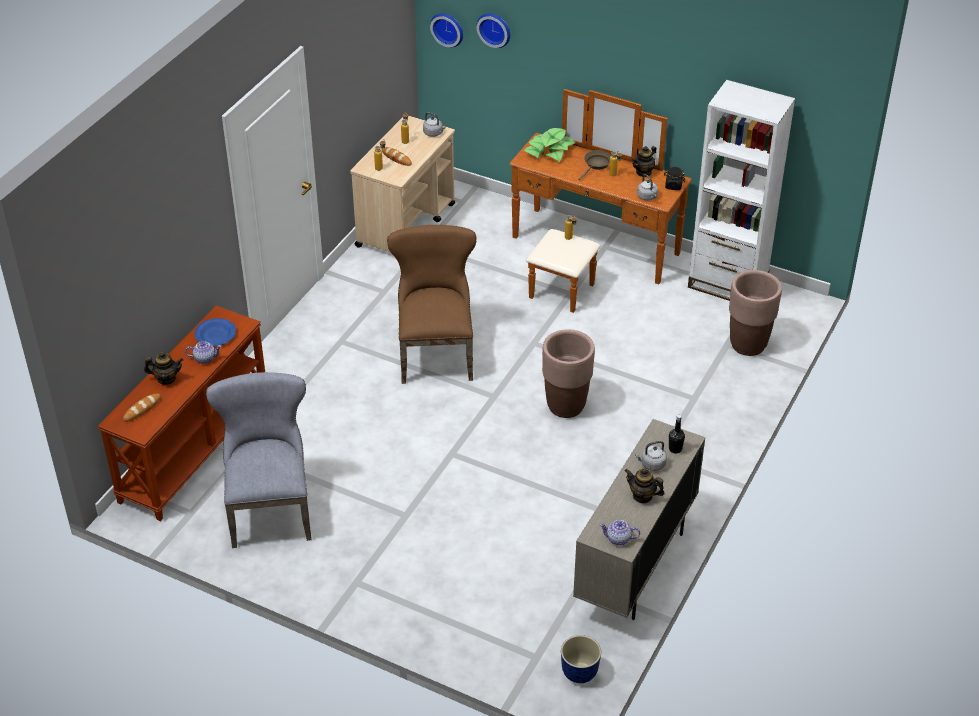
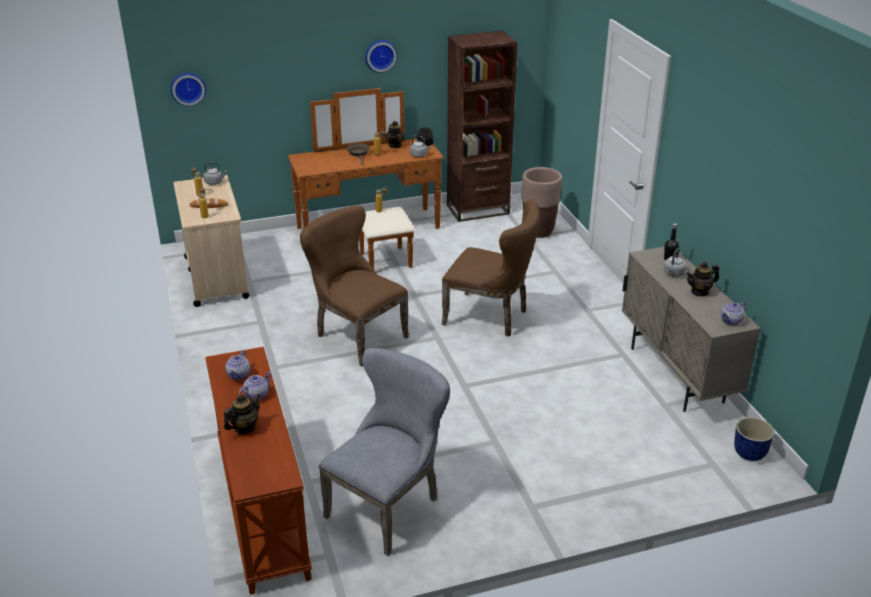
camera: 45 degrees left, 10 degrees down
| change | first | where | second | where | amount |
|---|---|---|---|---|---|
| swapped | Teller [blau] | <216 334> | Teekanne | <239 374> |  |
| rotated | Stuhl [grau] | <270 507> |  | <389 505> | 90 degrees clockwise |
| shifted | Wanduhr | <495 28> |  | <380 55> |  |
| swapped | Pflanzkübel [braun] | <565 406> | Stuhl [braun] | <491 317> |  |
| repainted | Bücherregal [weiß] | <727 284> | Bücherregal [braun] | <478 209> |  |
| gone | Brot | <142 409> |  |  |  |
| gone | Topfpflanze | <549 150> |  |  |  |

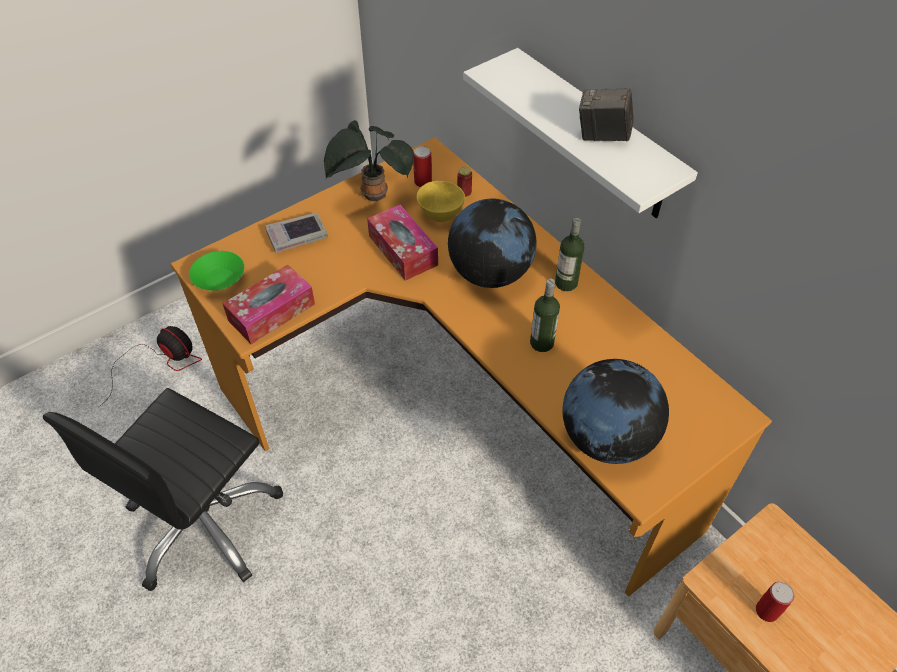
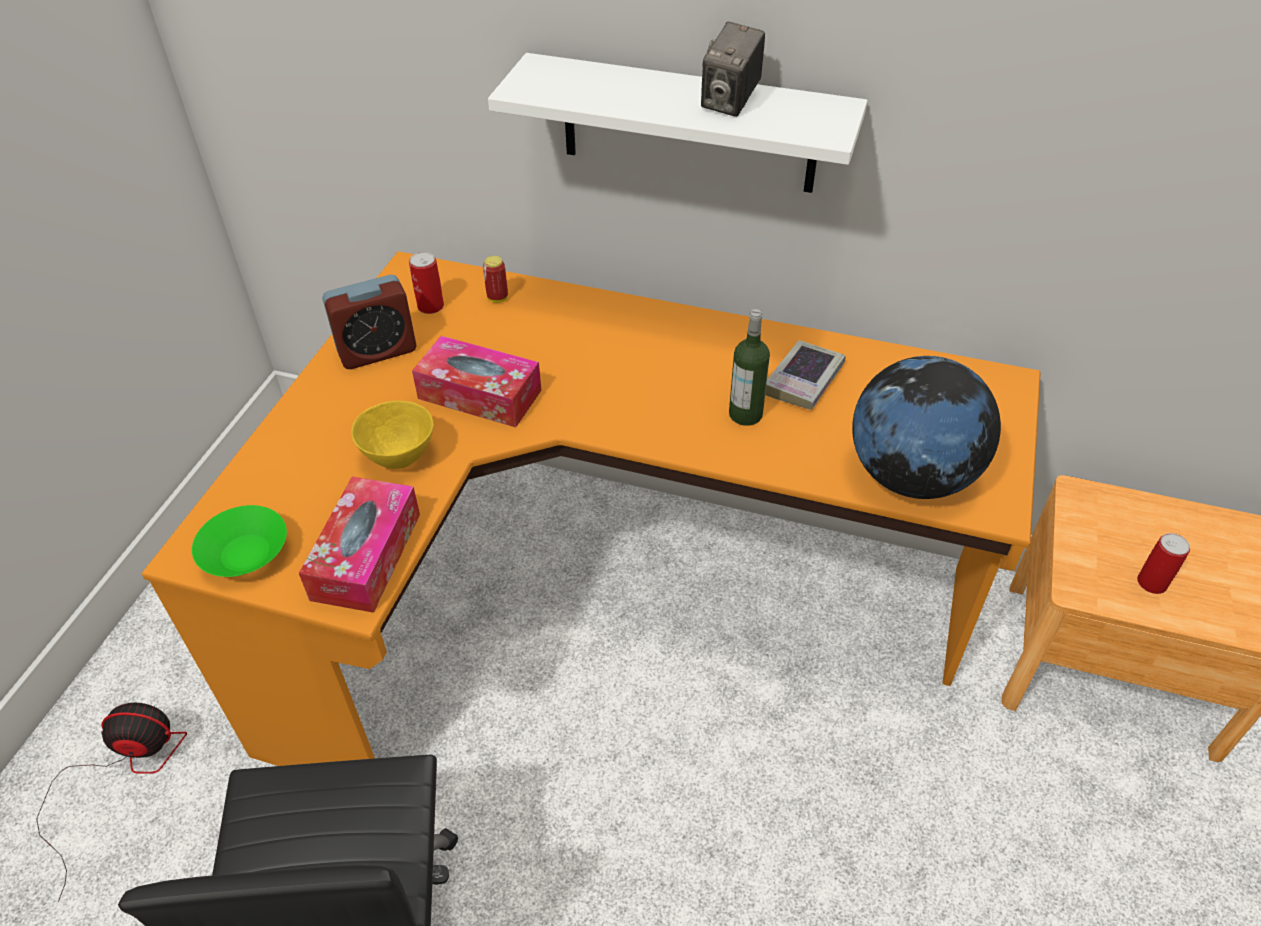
camera: 35 degrees left, 5 degrees down
| change | first | where | second | where | amount |
|---|---|---|---|---|---|
| swapped | Topfpflanze | <372 196> | Wecker | <377 351> |  |
| shifted | Schüssel [gelb] | <440 216> |  | <399 458> |  |
| rotated | Kamera | <602 136> |  | <730 102> | 45 degrees counterclockwise |
| shifted | Buch | <297 236> |  | <804 380> |  |
| gone | Globus | <490 273> |  |  |  |
| gone | Flasche | <566 283> |  |  |  |

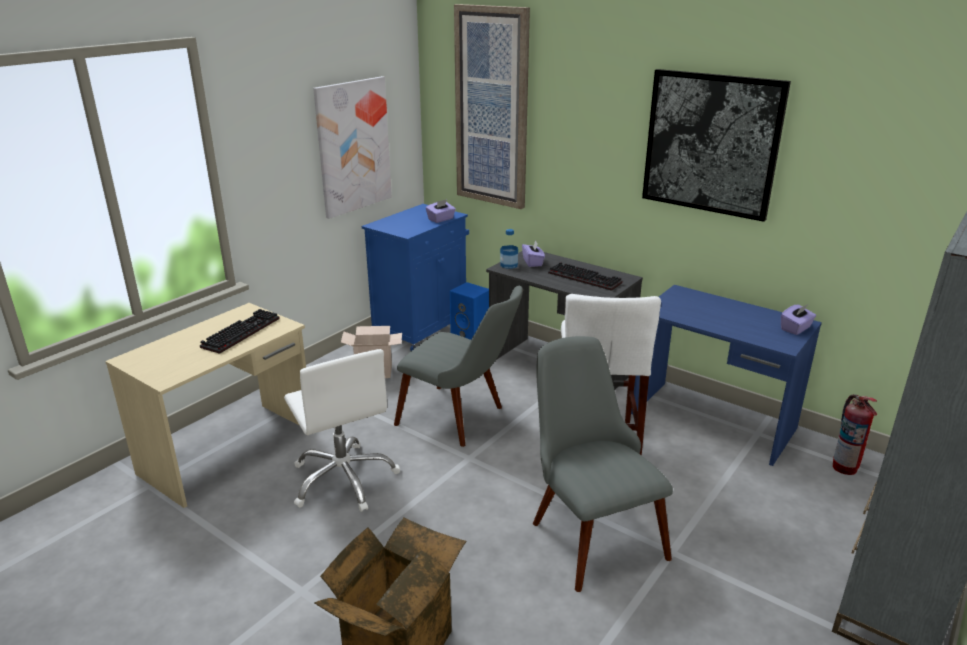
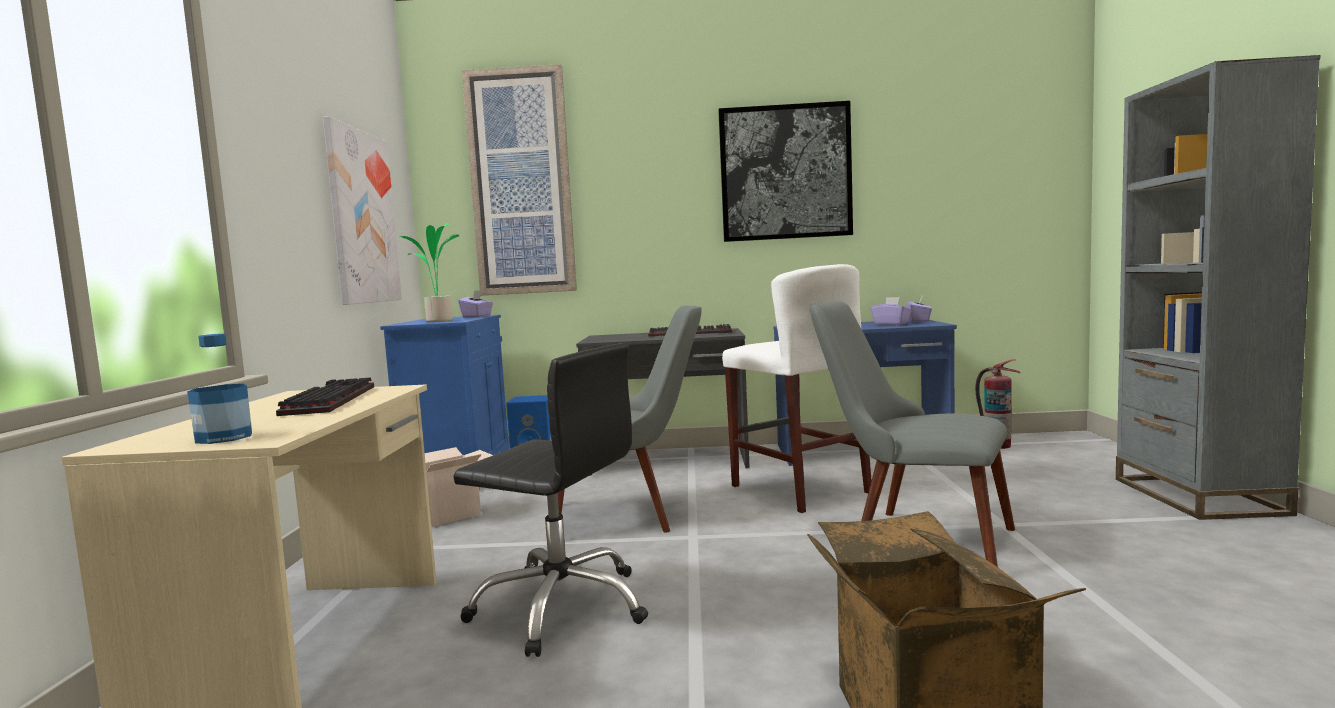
camera: 35 degrees left, 20 degrees down
| change | first | where | second | where | amount |
|---|---|---|---|---|---|
| shifted | Flasche | <509 265> |  | <224 437> |  |
| new |  |  | Topfpflanze | <438 321> |  |
| repainted | Bürostuhl [weiß] | <344 479> | Bürostuhl [schwarz] | <561 606> |  |
| shifted | Taschentuchbox [lila] | <533 262> |  | <891 324> |  |

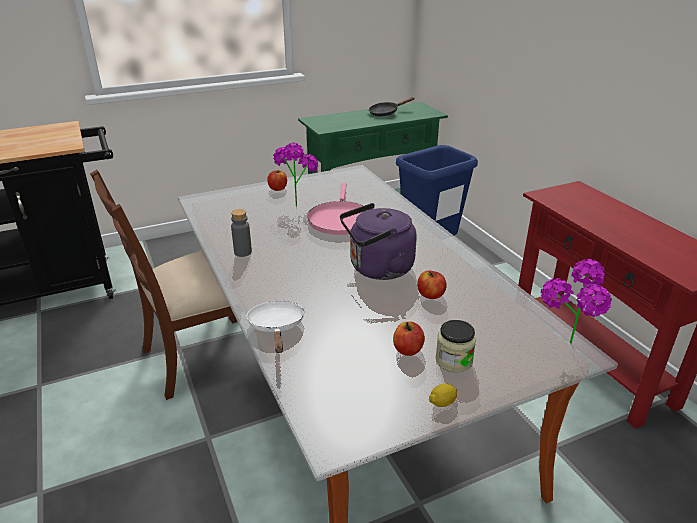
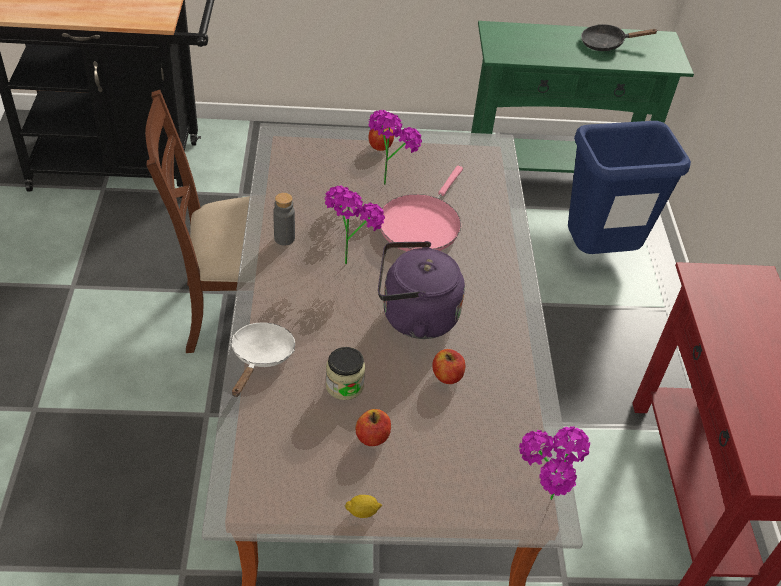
camera: 20 degrees right, 15 degrees up
| change | first | where | second | where | amount |
|---|---|---|---|---|---|
| new |  |  | Topfpflanze | <349 256> |  |
| shifted | Vorratsglas | <453 360> |  | <344 385> |  |

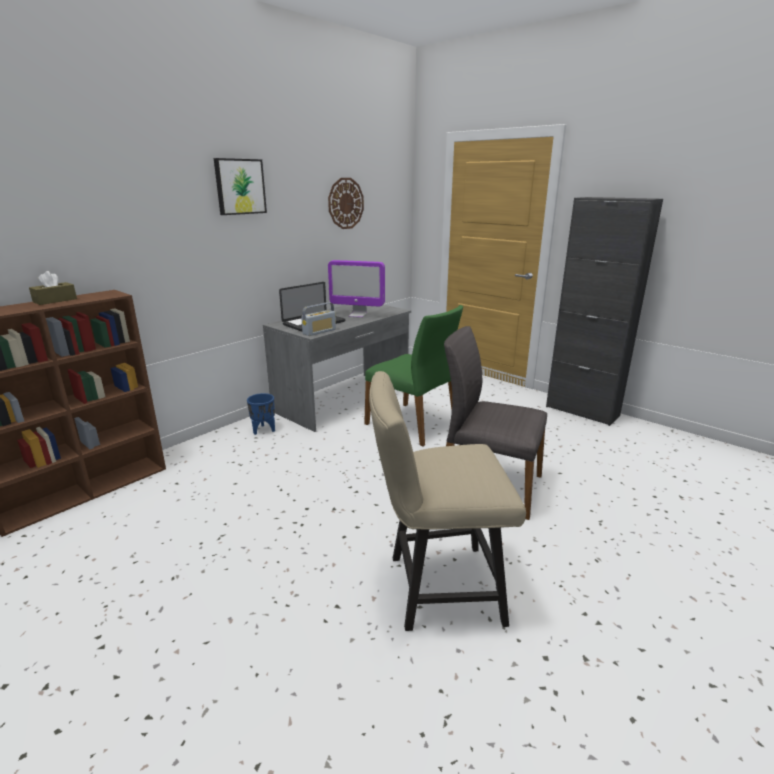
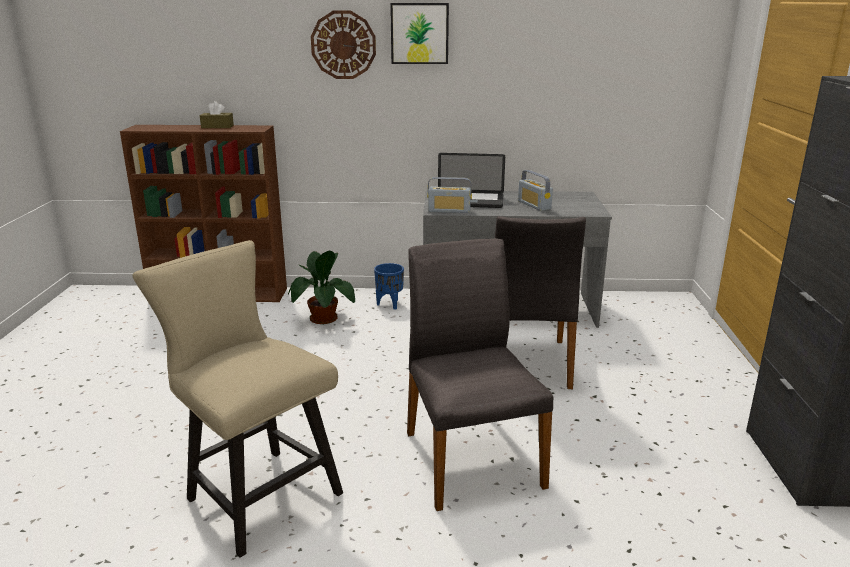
camera: 50 degrees right, 0 degrees up
| change | first | where | second | where | amount |
|---|---|---|---|---|---|
| new |  |  | Topfpflanze | <323 319> |  |
| shifted | Wanduhr | <345 203> |  | <343 45> |  |
| repainted | Stuhl [grün] | <413 424> | Stuhl [grau] | <525 363> |  |
| swapped | Monitor | <357 315> | Radio | <534 205> |  |

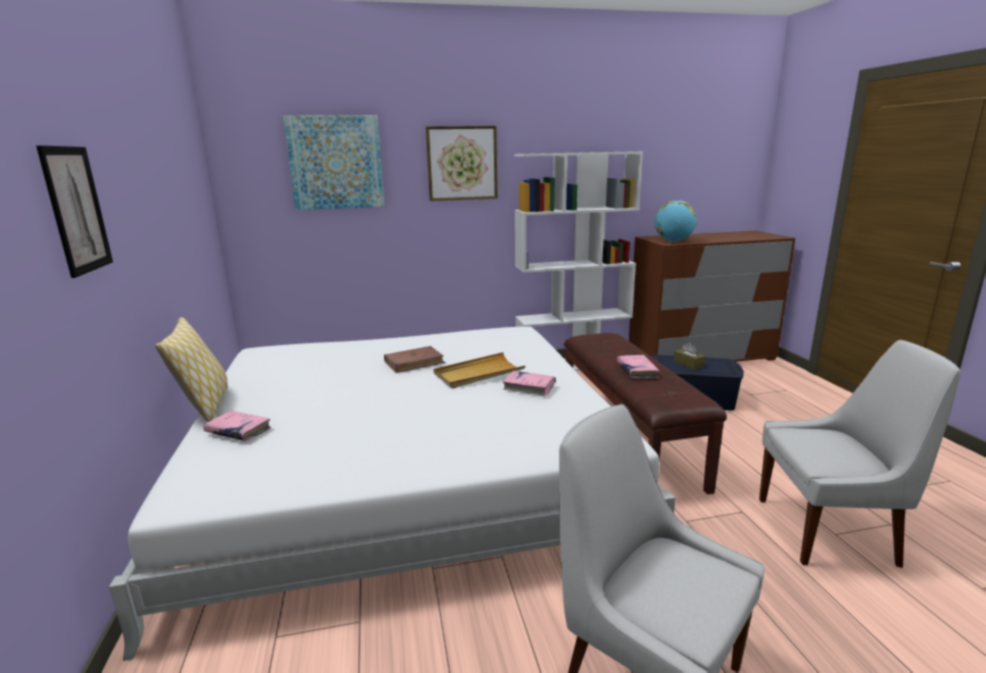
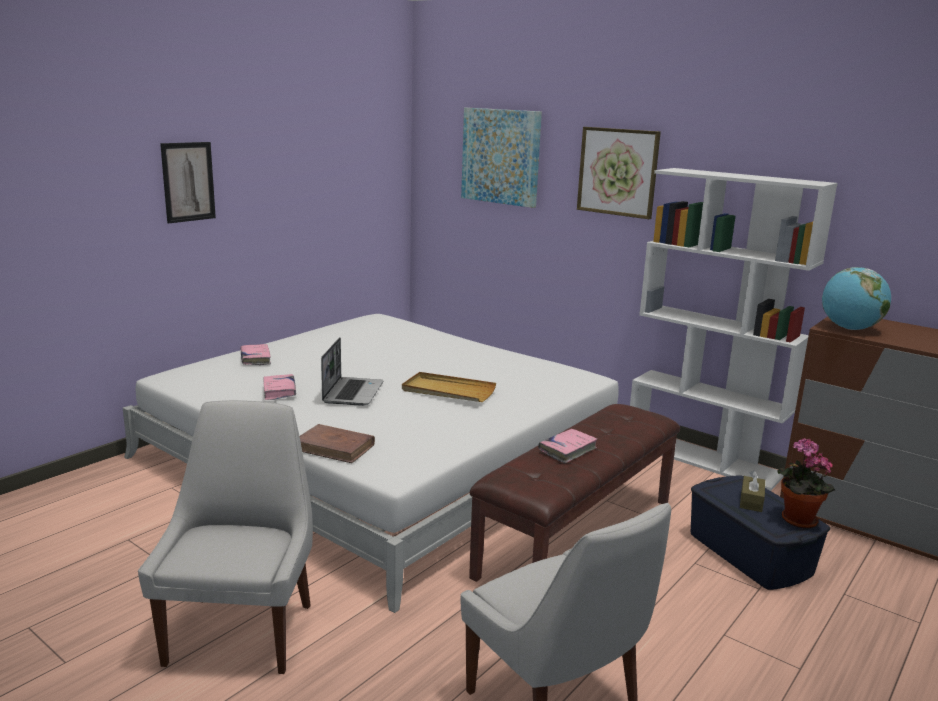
camera: 50 degrees right, 0 degrees up
| change | first | where | second | where | amount |
|---|---|---|---|---|---|
| shifted | Buch [rosa] | <529 387> |  | <279 391> |  |
| shifted | Buch [braun] | <414 362> |  | <335 447> |  |
| new |  |  | Laptop | <352 392> |  |
| new |  |  | Topfpflanze | <796 520> |  |
| gone | Kissen | <205 406> |  |  |  |

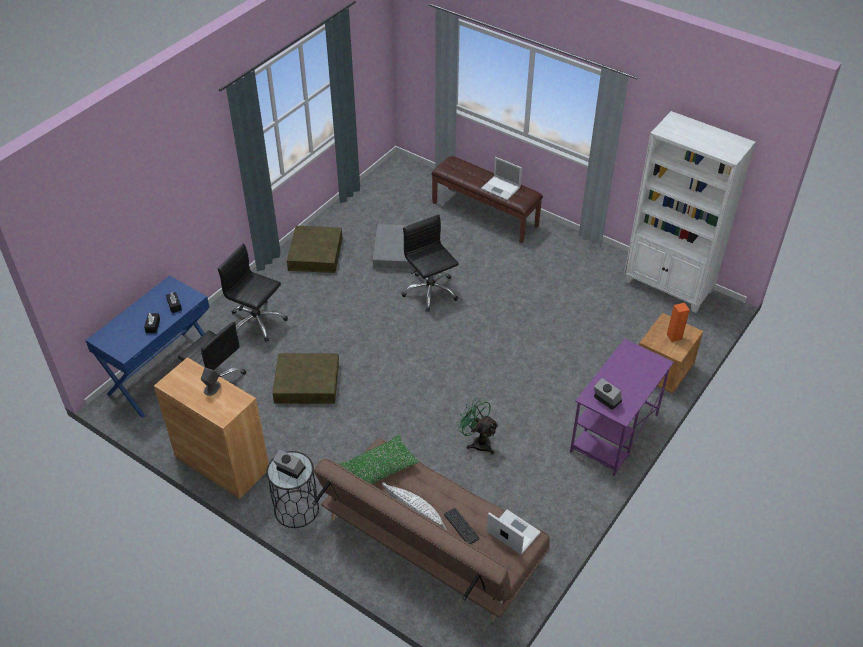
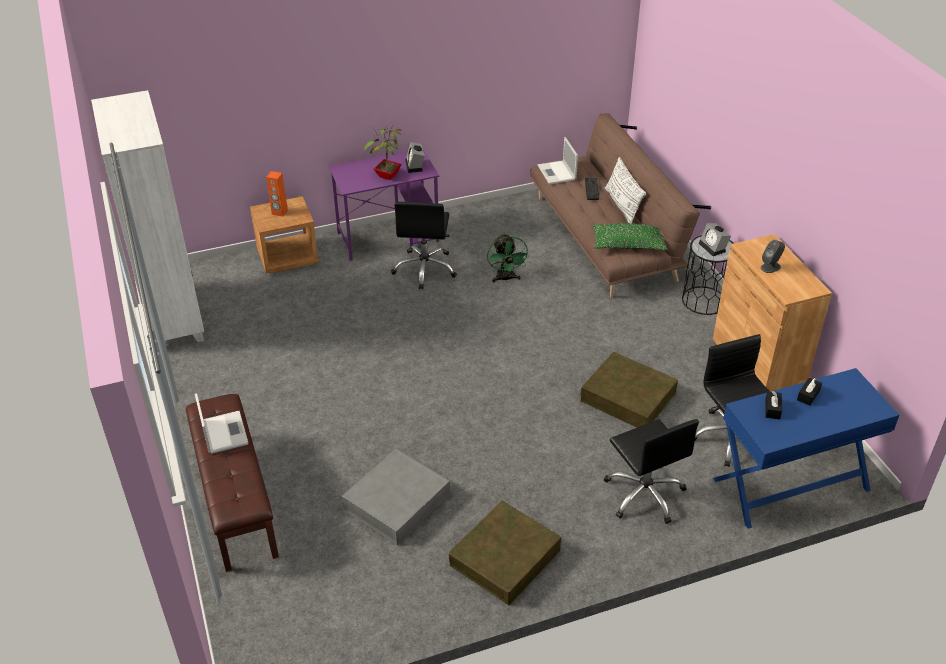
camera: 145 degrees left, 5 degrees down
| change | first | where | second | where | amount |
|---|---|---|---|---|---|
| new |  |  | Topfpflanze | <387 176> |  |
| shifted | Bürostuhl [schwarz] | <430 291> |  | <425 269> |  |

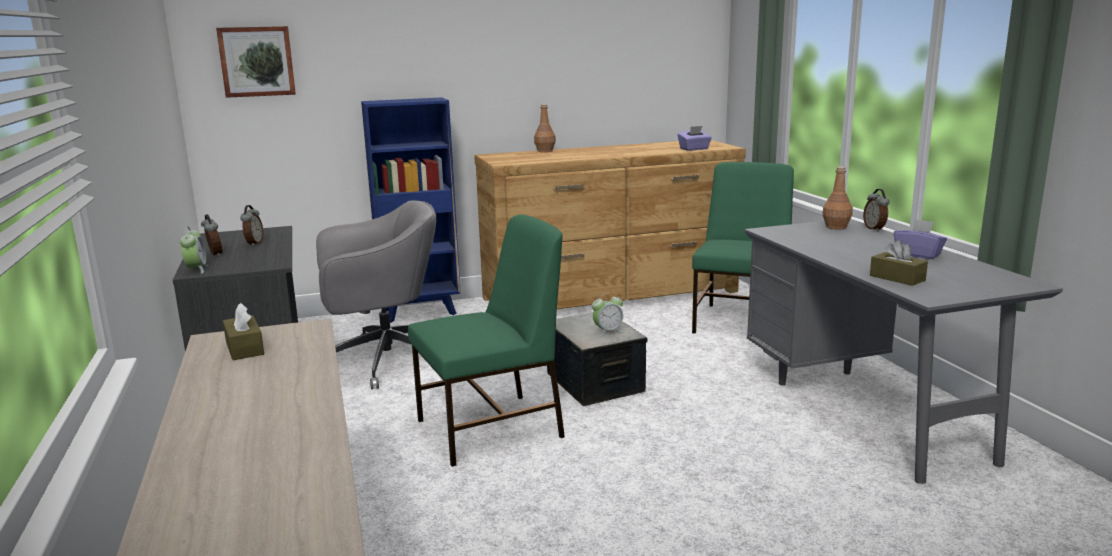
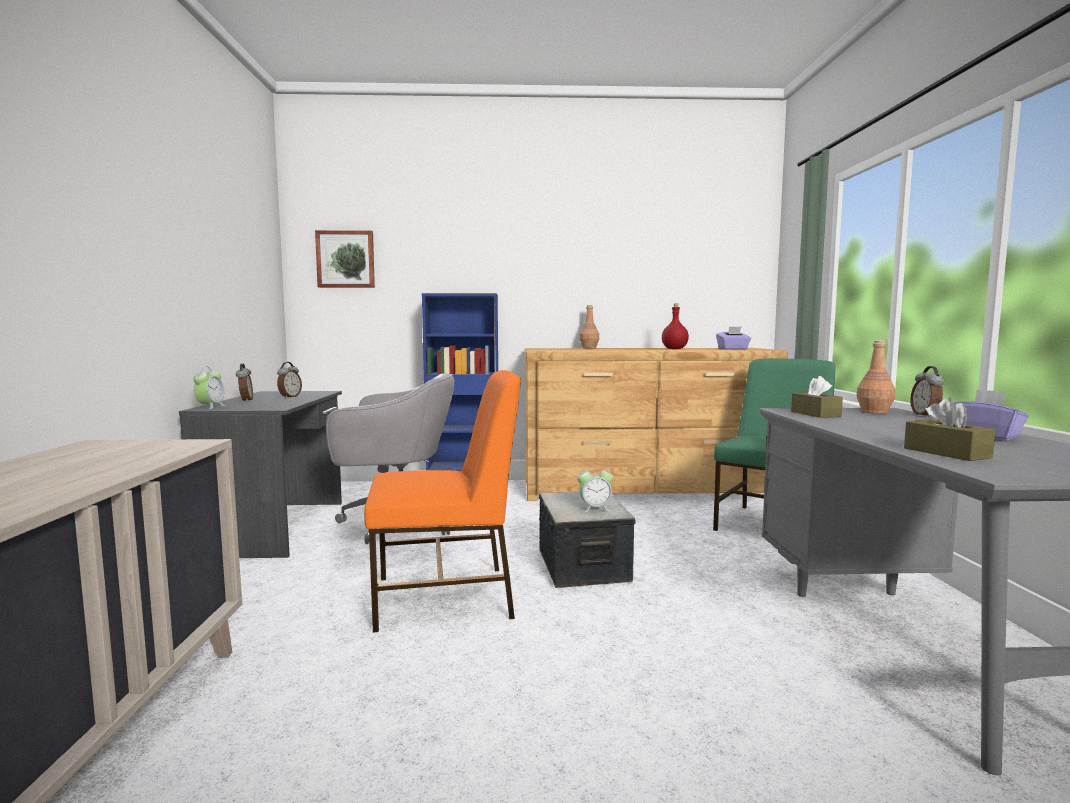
camera: 15 degrees right, 10 degrees down
| change | first | where | second | where | amount |
|---|---|---|---|---|---|
| repainted | Stuhl [grün] | <493 428> | Stuhl [orange] | <446 597> |  |
| new |  |  | Flasche [rot] | <675 349> |  |
| shifted | Taschentuchbox [braun] | <244 348> |  | <815 414> |  |

